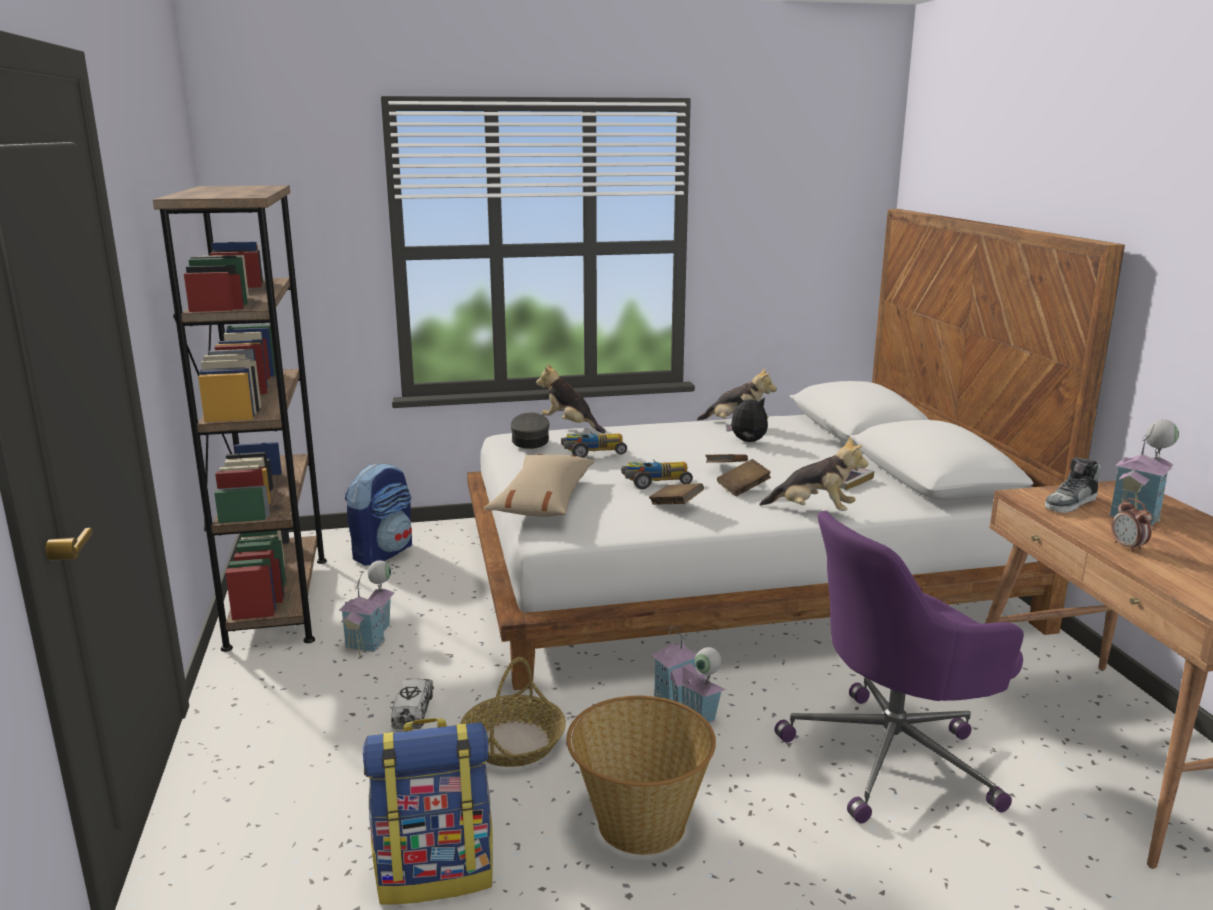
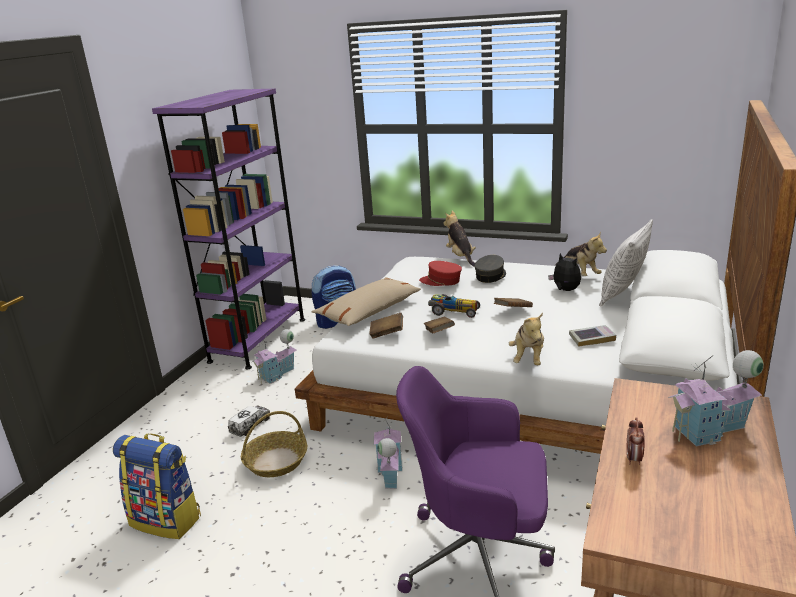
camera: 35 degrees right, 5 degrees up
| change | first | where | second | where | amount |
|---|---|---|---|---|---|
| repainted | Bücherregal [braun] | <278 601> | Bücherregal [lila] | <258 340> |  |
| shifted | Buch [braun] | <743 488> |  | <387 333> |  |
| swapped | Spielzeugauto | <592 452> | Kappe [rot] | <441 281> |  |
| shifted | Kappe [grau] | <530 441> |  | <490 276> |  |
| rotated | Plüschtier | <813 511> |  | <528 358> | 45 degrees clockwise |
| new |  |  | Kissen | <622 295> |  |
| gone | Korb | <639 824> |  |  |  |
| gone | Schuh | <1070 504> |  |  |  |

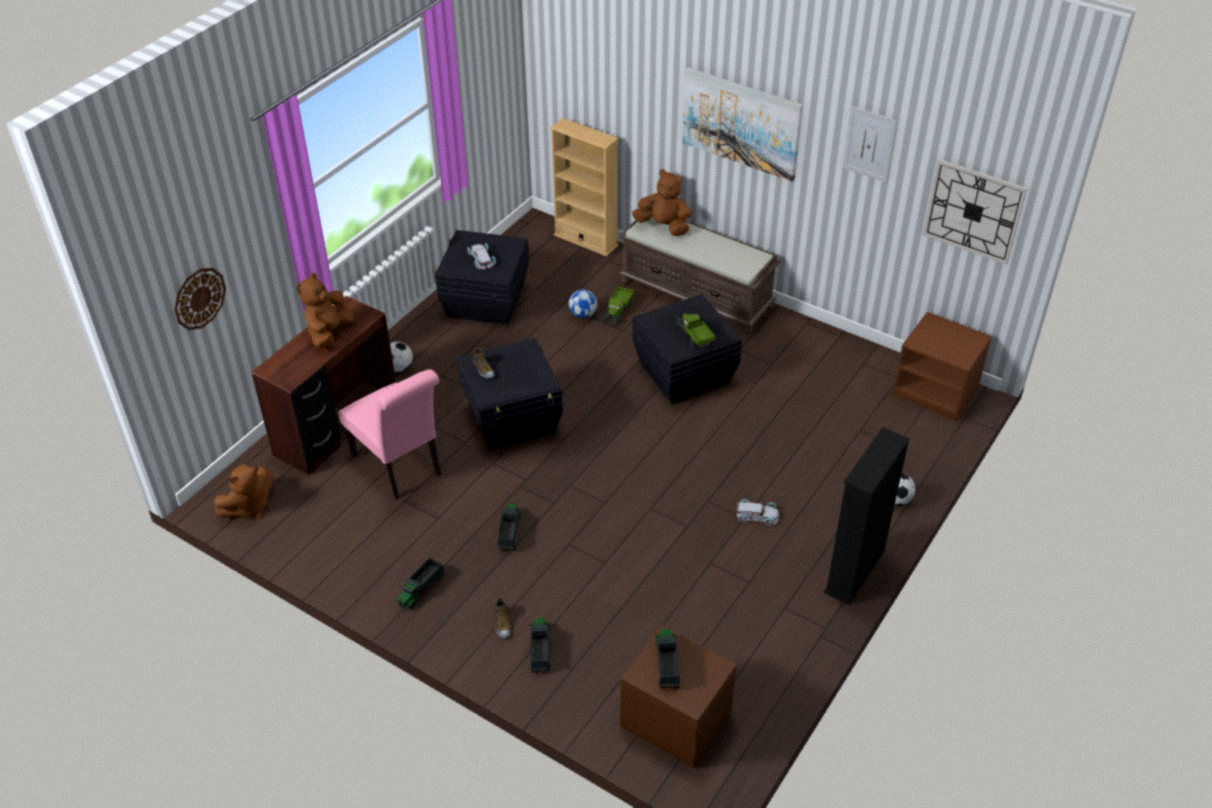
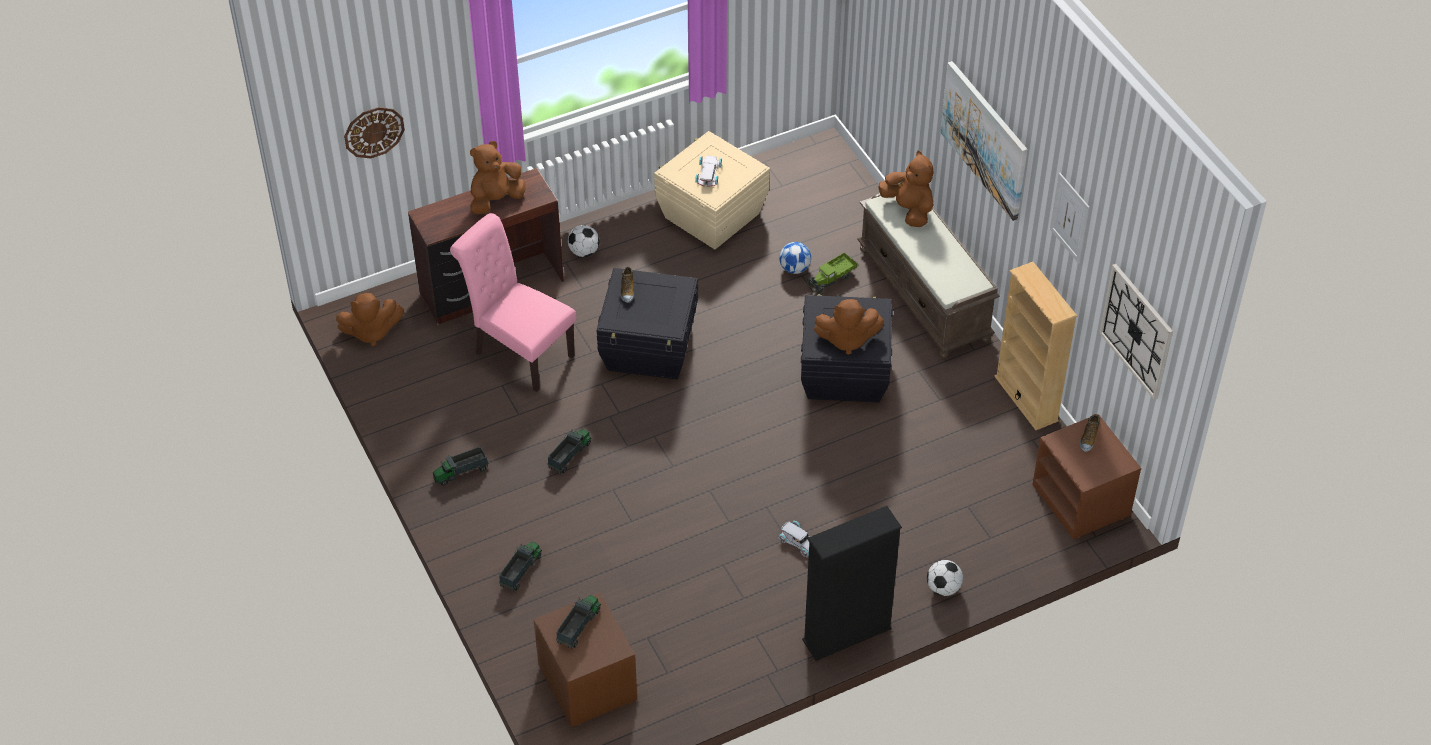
camera: 30 degrees right, 5 degrees up
| change | first | where | second | where | amount |
|---|---|---|---|---|---|
| rotated | Stuhl [rosa] | <400 468> |  | <519 352> | 135 degrees clockwise |
| repainted | Aufbewahrungsbox [schwarz] | <485 302> | Aufbewahrungsbox [beige] | <711 215> |  |
| swapped | Spielzeuglaster | <694 335> | Plüschtier [braun] | <847 339> |  |
| shifted | Bücherregal [beige] | <586 240> |  | <1026 398> |  |
| shifted | Schuh | <501 623> |  | <1088 438> |  |

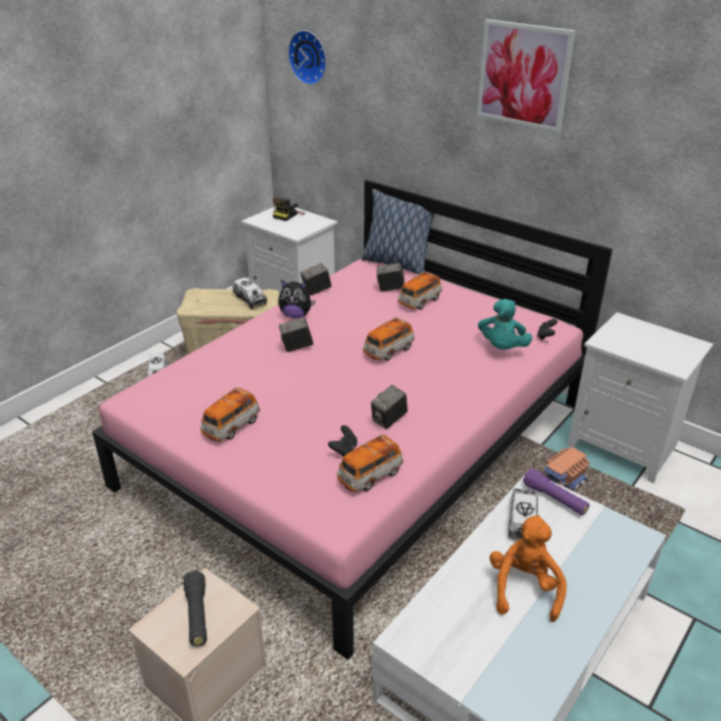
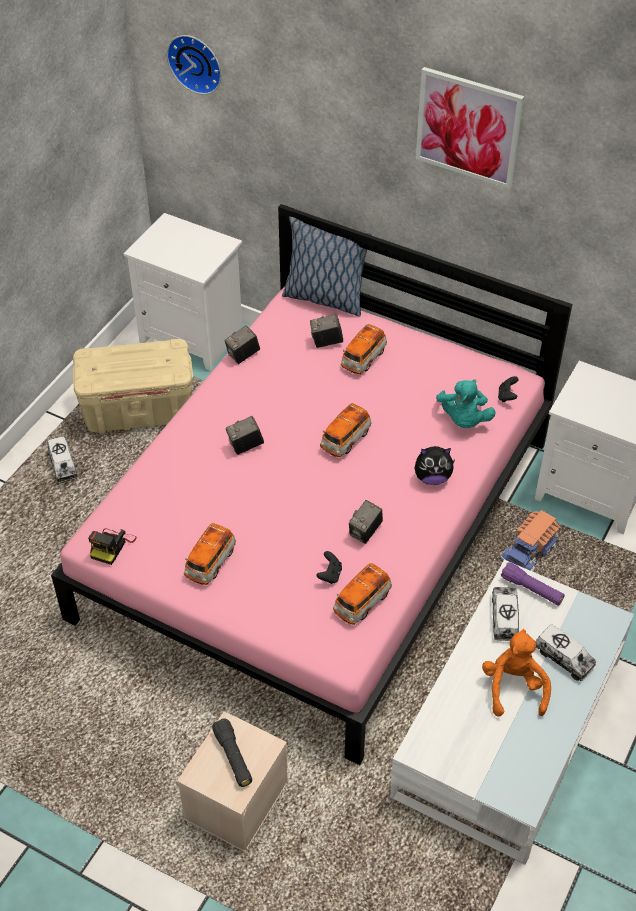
camera: 10 degrees left, 15 degrees up
| change | first | where | second | where | amount |
|---|---|---|---|---|---|
| shifted | Kamera | <288 215> |  | <112 546> |  |
| shifted | Plüschtier | <296 315> |  | <432 478> |  |
| shifted | Spielzeuglaster | <250 299> |  | <563 658> |  |

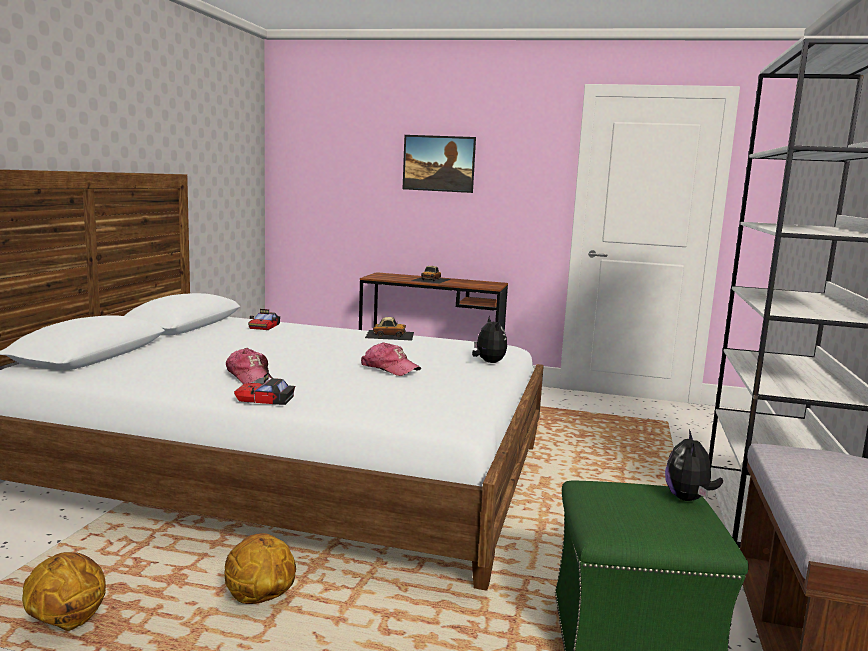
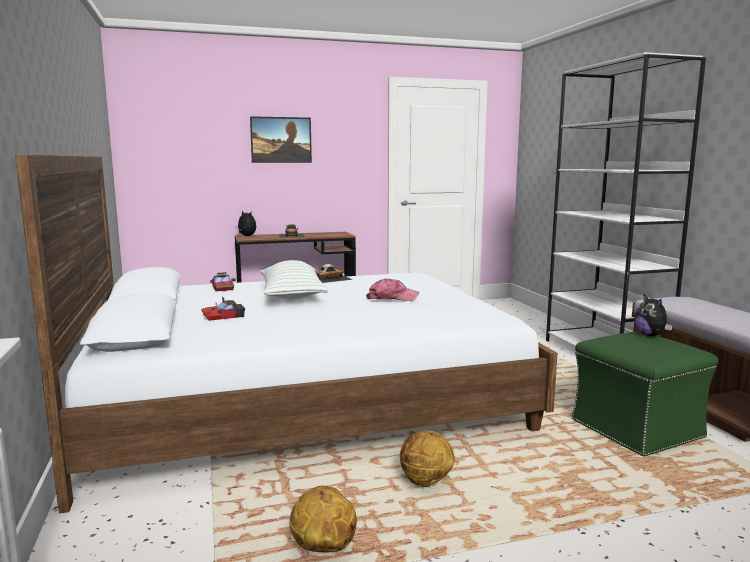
camera: 30 degrees left, 0 degrees up
| change | first | where | second | where | amount |
|---|---|---|---|---|---|
| shifted | Spielzeugauto | <265 399> |  | <223 316> |  |
| shifted | Plüschtier | <488 362> |  | <246 236> |  |
| new |  |  | Kissen | <292 296> |  |
| gone | Kappe | <250 376> |  |  |  |

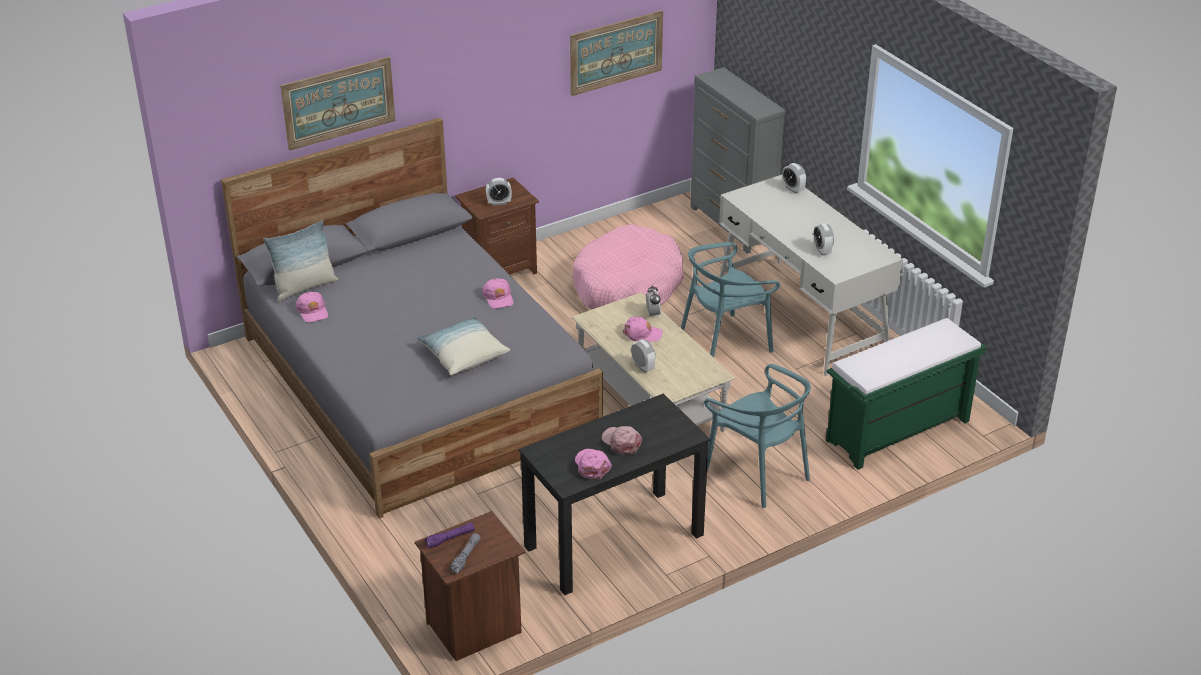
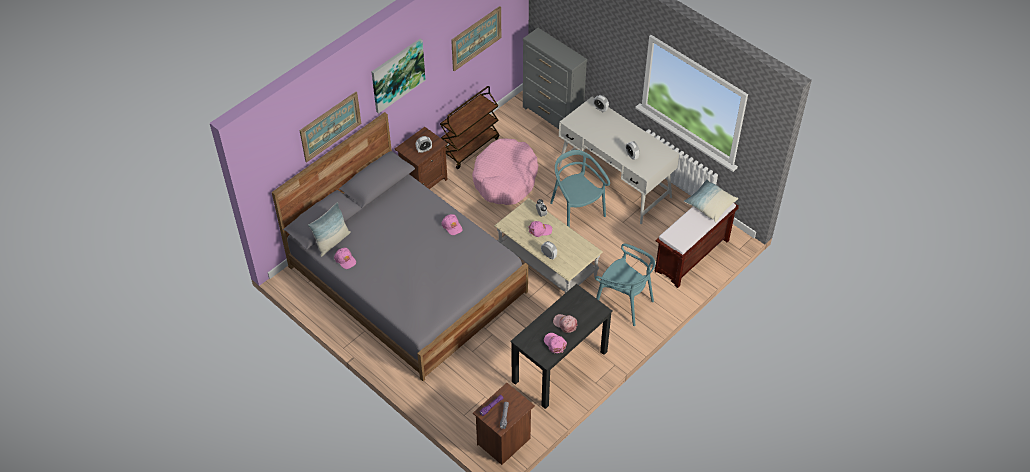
camera: 15 degrees left, 15 degrees up
| change | first | where | second | where | amount |
|---|---|---|---|---|---|
| new |  |  | Bild | <397 75> |  |
| new |  |  | Rollwagen [braun] | <470 147> |  |
| rotated | Stuhl [türkis] | <724 342> |  | <576 211> | 105 degrees clockwise |
| repainted | Bank [grün] | <897 432> | Bank [braun] | <691 256> |  |
| shifted | Kissen | <463 355> |  | <710 205> |  |

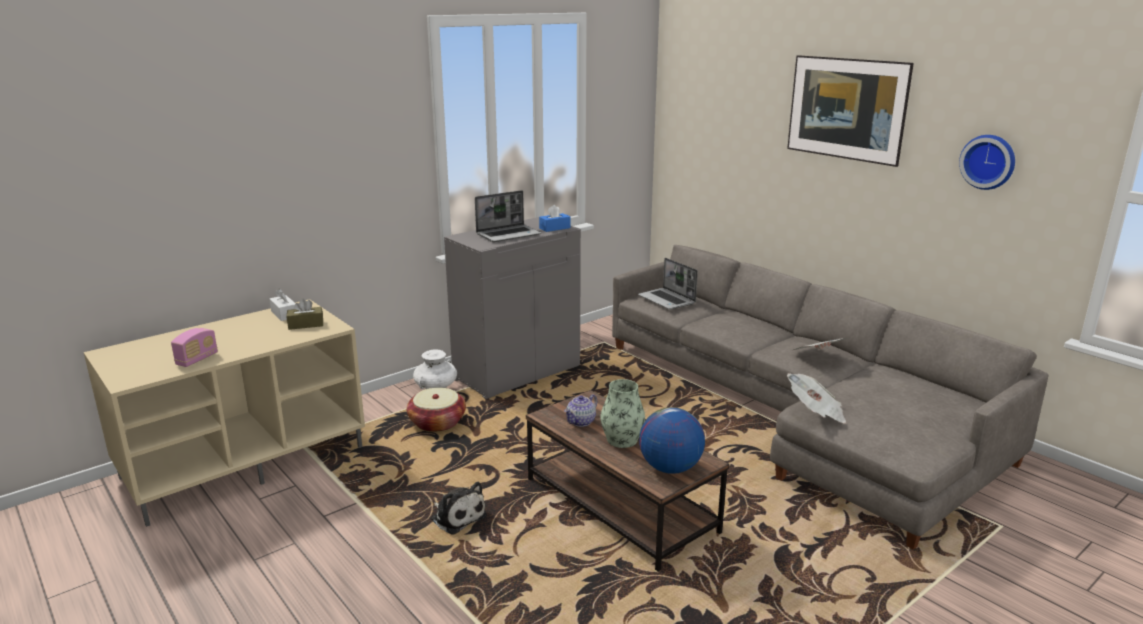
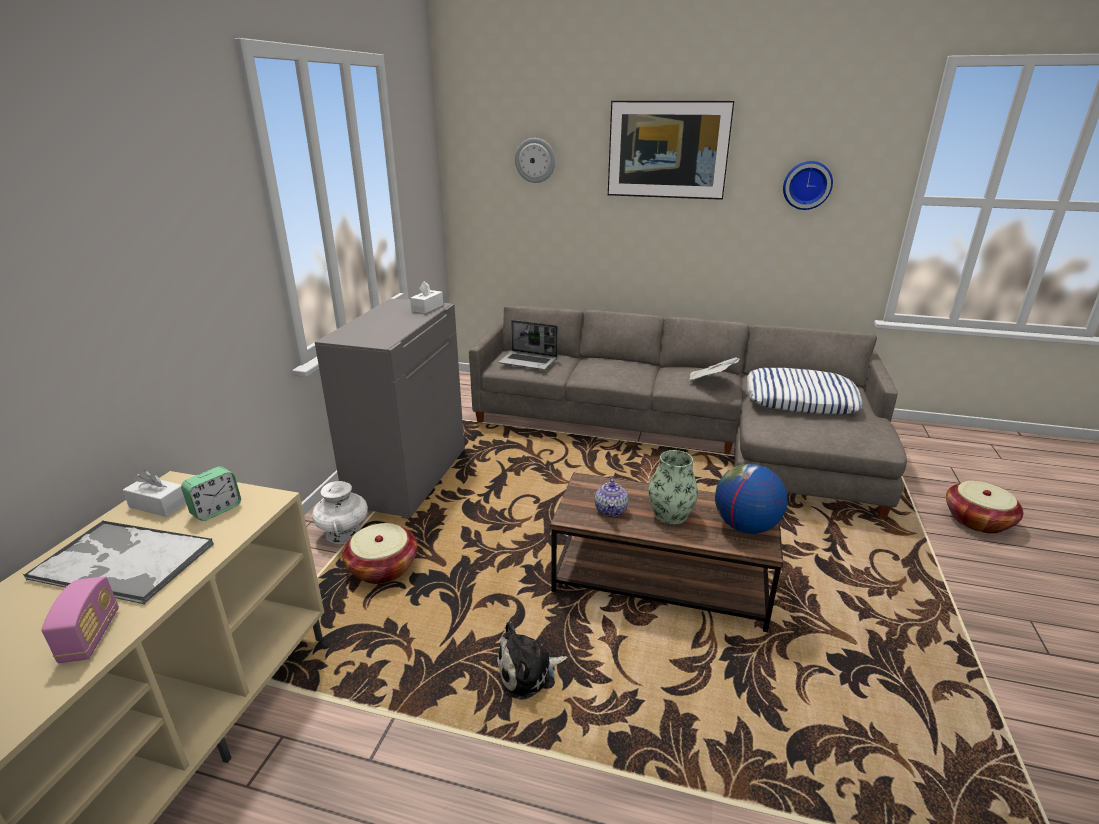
camera: 35 degrees left, 5 degrees up
| change | first | where | second | where | amount |
|---|---|---|---|---|---|
| new |  |  | Tablett | <122 561> |  |
| swapped | Taschentuchbox [braun] | <306 324> | Wecker | <216 510> |  |
| repainted | Taschentuchbox [blau] | <554 228> | Taschentuchbox [weiß] | <427 308> |  |
| rotated | Plüschtier | <457 516> |  | <529 672> | 150 degrees clockwise |
| new |  |  | Wanduhr | <535 160> |  |
| new |  |  | Kissen | <800 399> |  |
| new |  |  | Korb | <977 521> |  |
| gone | Laptop | <509 234> |  |  |  |
| gone | Zeitung | <815 412> |  |  |  |

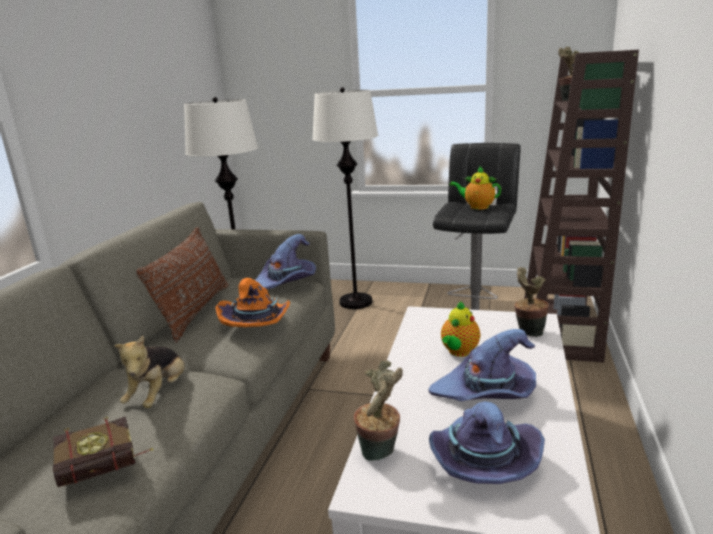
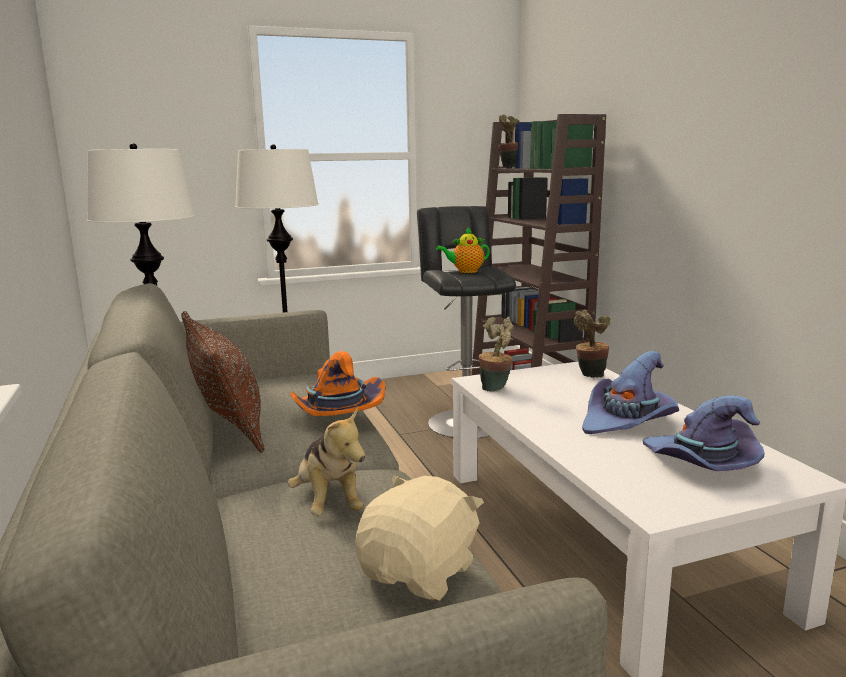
camera: 35 degrees left, 5 degrees down
| change | first | where | second | where | amount |
|---|---|---|---|---|---|
| swapped | Buch | <109 470> | Plüschtier [beige] | <421 572> |  |
| shifted | Topfpflanze | <380 453> |  | <496 388> |  |
| gone | Hut [lila] | <285 283> |  |  |  |
| gone | Teekanne | <459 352> |  |  |  |

